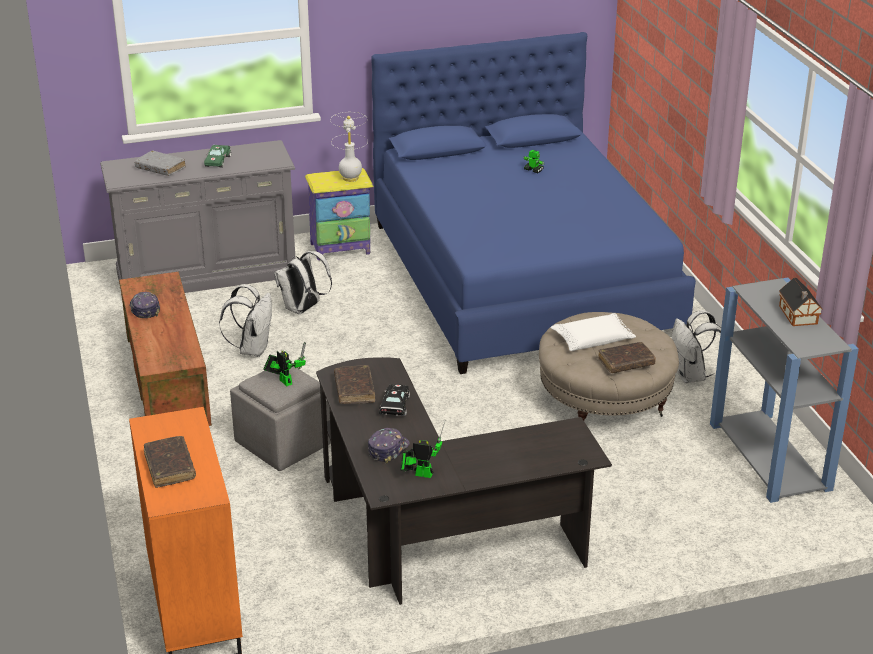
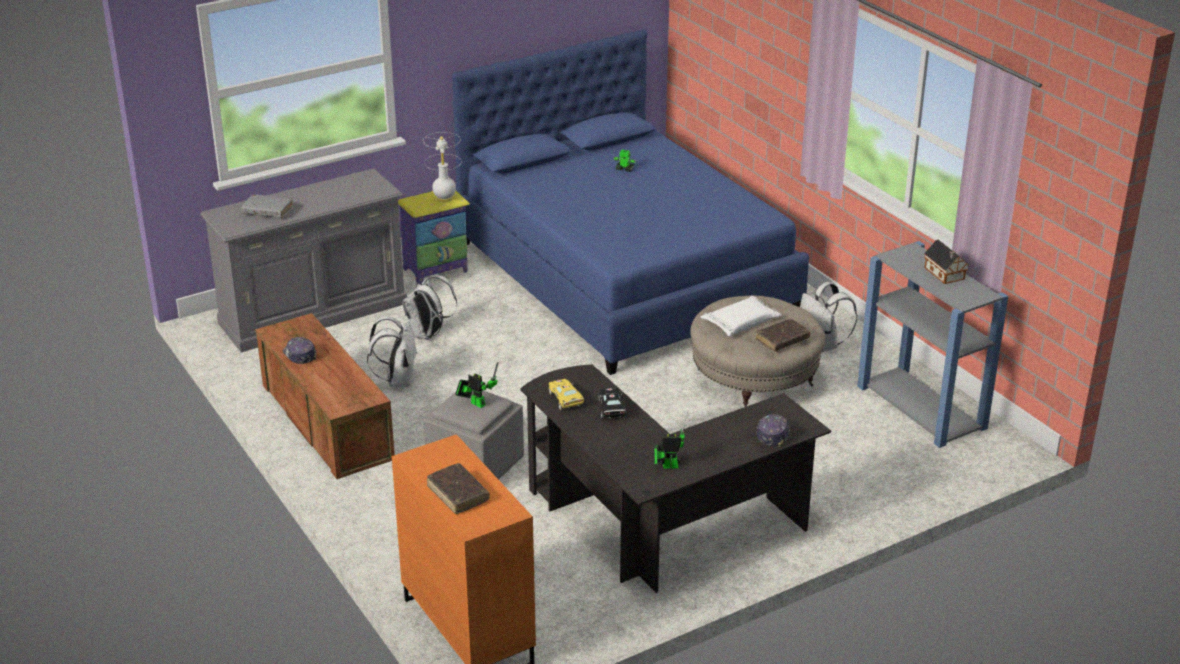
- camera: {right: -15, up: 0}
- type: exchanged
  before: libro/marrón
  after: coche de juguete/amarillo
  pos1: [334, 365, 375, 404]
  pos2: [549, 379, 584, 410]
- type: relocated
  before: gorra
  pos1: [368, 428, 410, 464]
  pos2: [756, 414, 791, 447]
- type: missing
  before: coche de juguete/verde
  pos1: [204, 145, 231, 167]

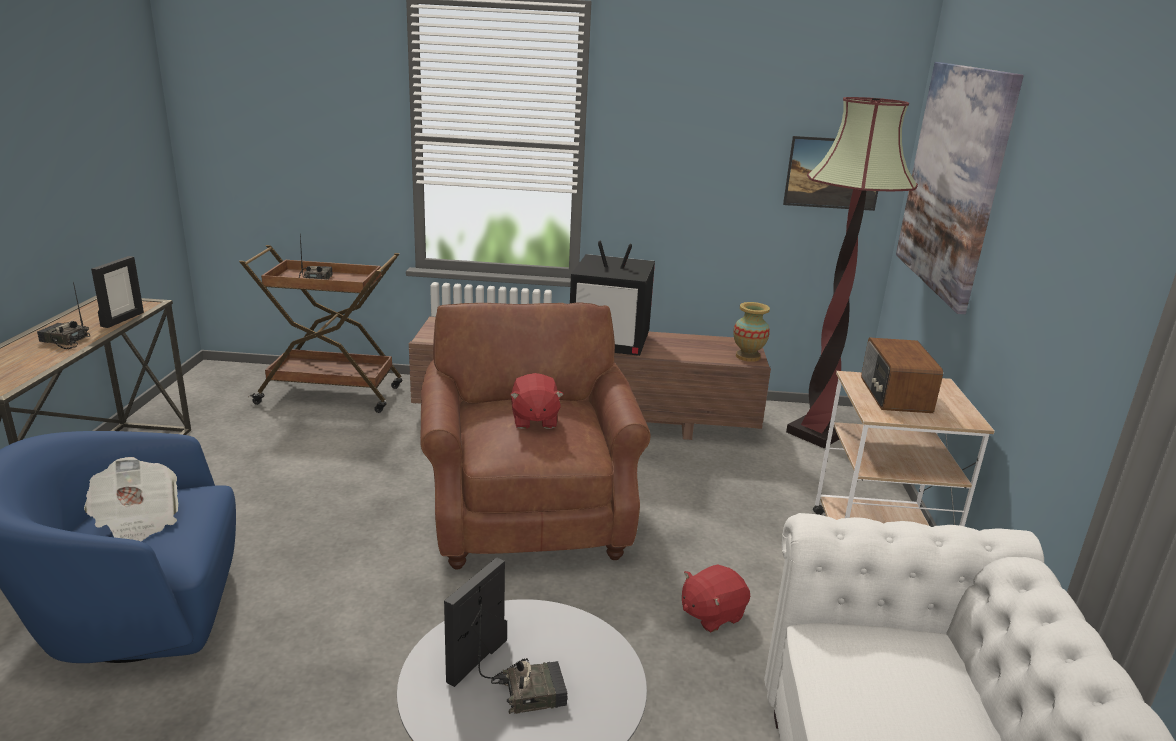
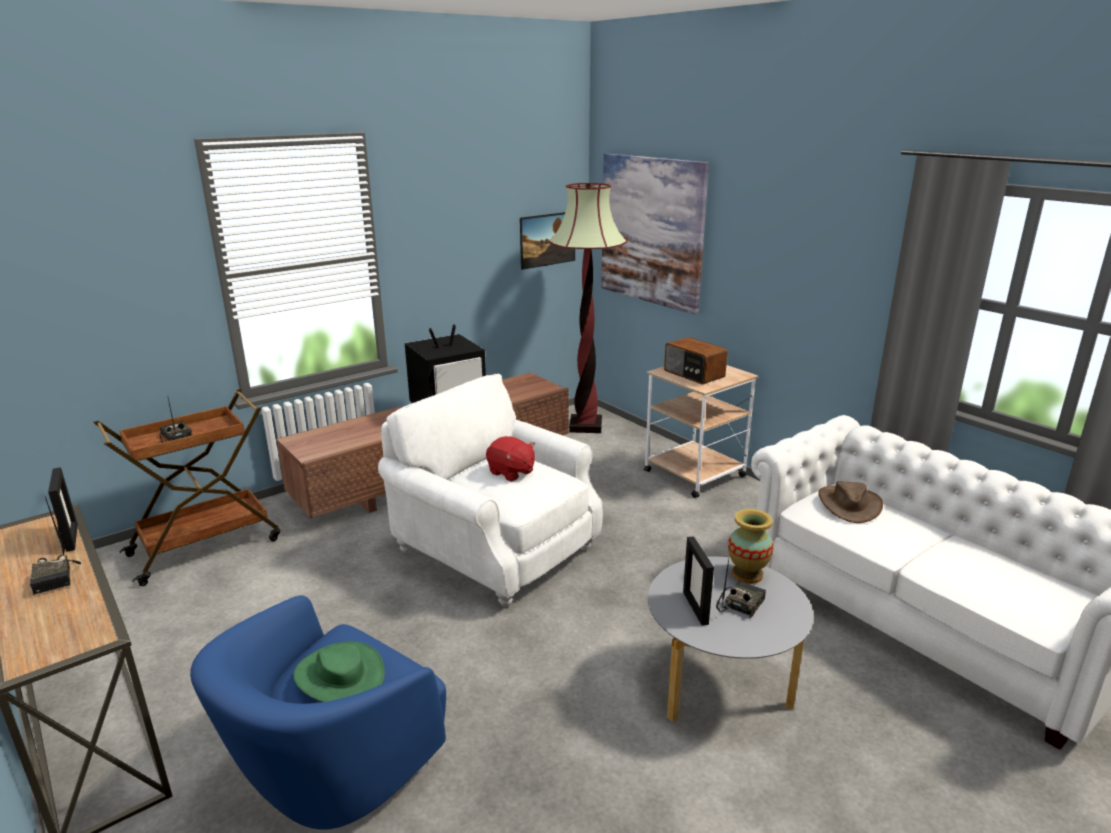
- camera: {right: -40, up: 0}
- type: spun
  before: radio
  pos1: [37, 282, 90, 349]
  pos2: [30, 497, 81, 595]
  turn: -90
- type: exchanged
  before: periódico
  after: sombrero/verde
  pos1: [84, 457, 178, 541]
  pos2: [293, 641, 385, 702]
- type: colour
  before: sillón/marrón
  after: sillón/blanco
  pos1: [420, 302, 650, 570]
  pos2: [378, 374, 603, 607]
- type: relocated
  before: florero
  pos1: [733, 302, 770, 362]
  pos2: [728, 509, 774, 584]
- type: appeared
  after: sombrero/marrón
  pos2: [819, 481, 883, 523]
- type: missing
  before: peluche/rojo
  pos1: [682, 565, 750, 633]

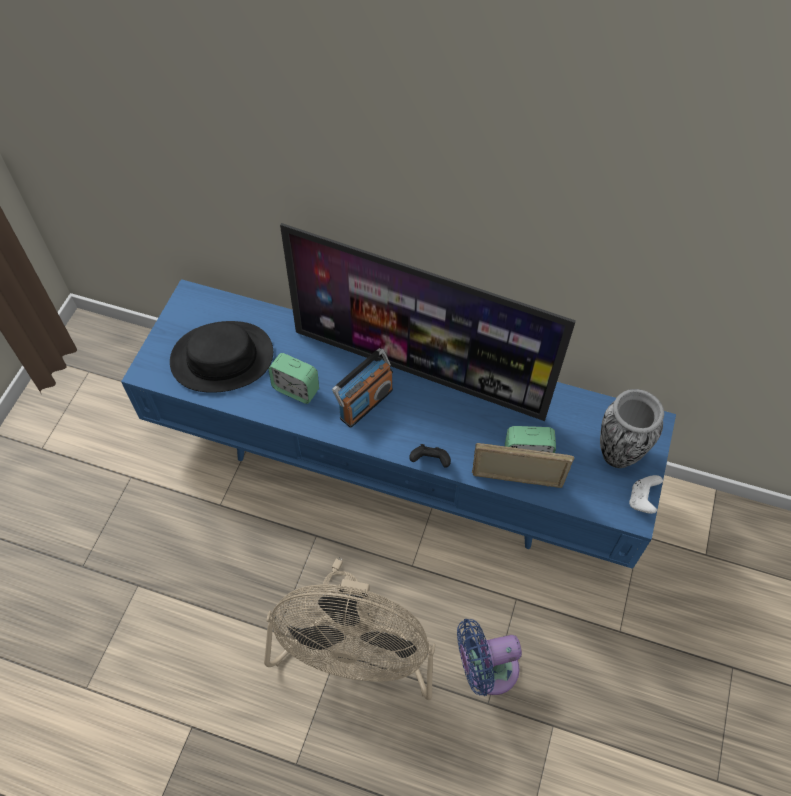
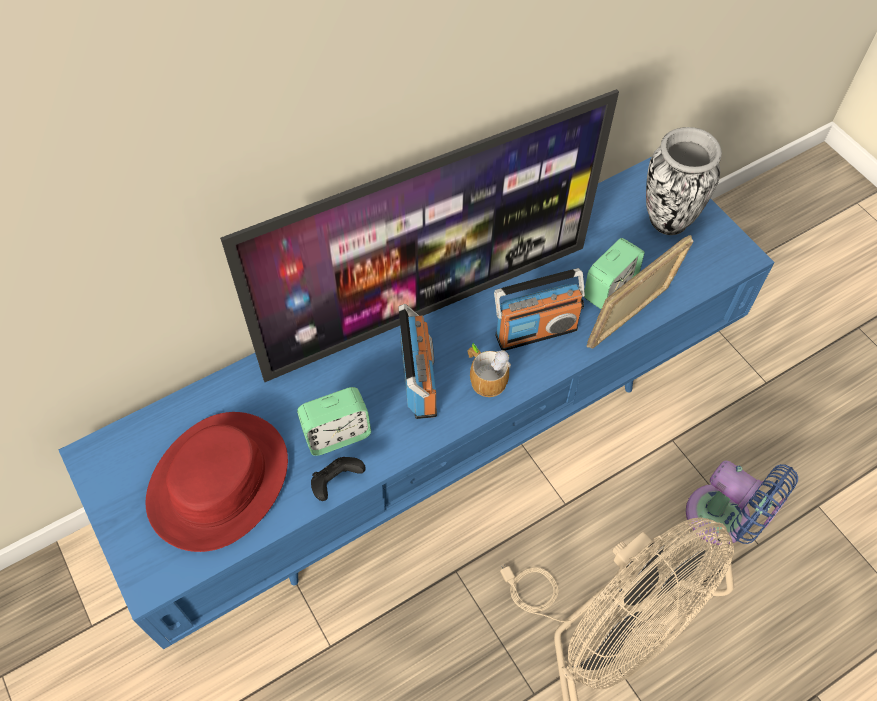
- camera: {right: -50, up: 0}
- type: colour
  before: sombrero/negro
  after: sombrero/rojo
  pos1: [170, 321, 273, 393]
  pos2: [145, 412, 288, 552]
- type: relocated
  before: mando de consola/negro
  pos1: [409, 444, 451, 468]
  pos2: [311, 457, 366, 501]
- type: appeared
  after: taza grande
  pos2: [467, 343, 511, 397]
- type: appeared
  after: radio
  pos2: [494, 268, 585, 351]
- type: spun
  before: ventilador/azul
  pos1: [457, 619, 522, 696]
  pos2: [686, 461, 798, 545]
  turn: -75
- type: missing
  before: mando de consola/blanco
  pos1: [629, 475, 663, 514]

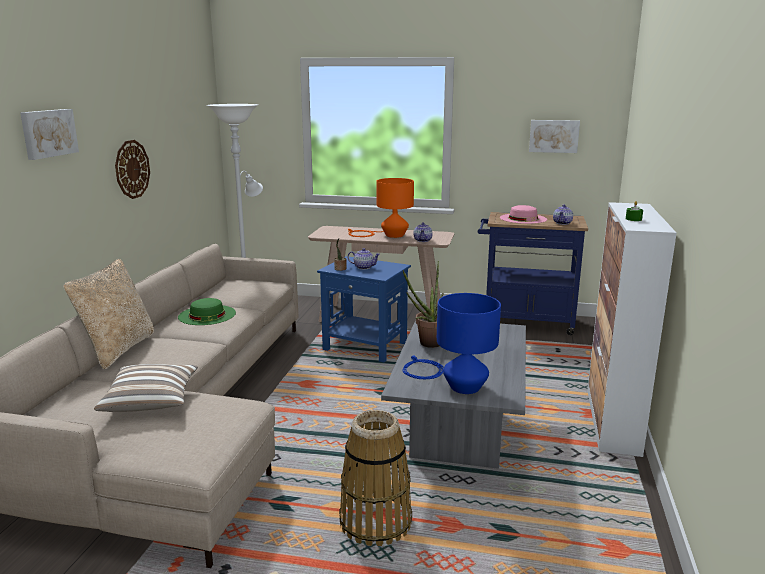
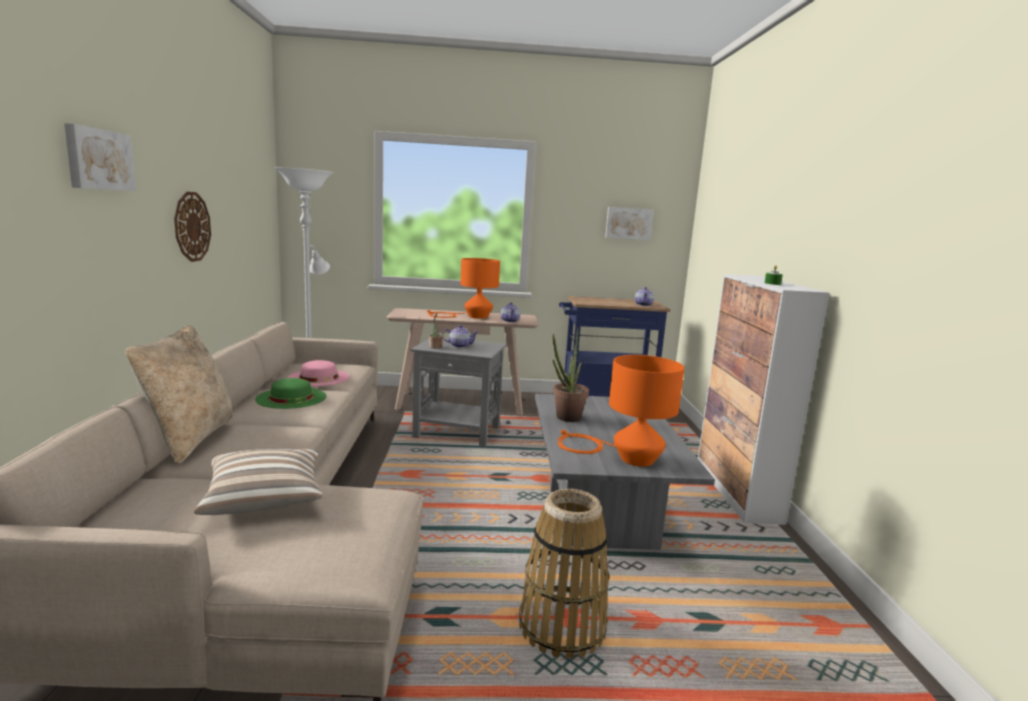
- camera: {right: -15, up: -5}
- type: relocated
  before: sombrero/rosa
  pos1: [500, 205, 547, 224]
  pos2: [287, 360, 350, 386]
- type: colour
  before: mesa auxiliar/azul
  after: mesa auxiliar/gris
  pos1: [317, 256, 411, 362]
  pos2: [411, 337, 507, 447]
- type: colour
  before: lámpara de mesa/azul
  after: lámpara de mesa/naranja
  pos1: [402, 293, 501, 394]
  pos2: [558, 355, 684, 467]

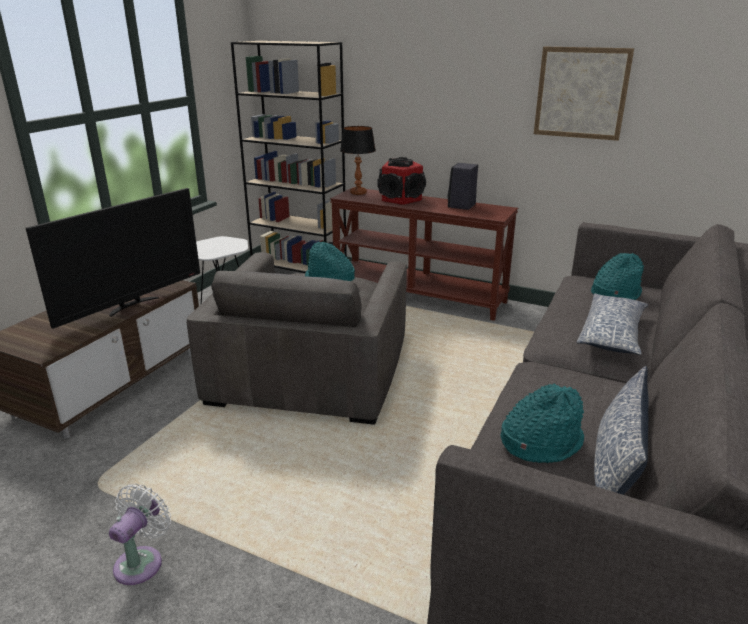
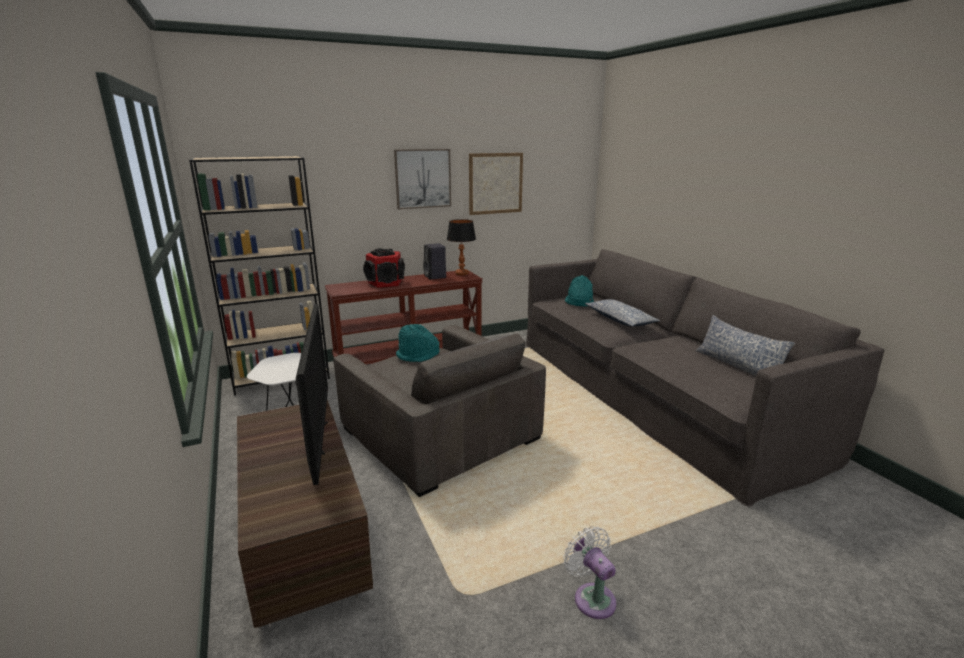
- camera: {right: -50, up: -5}
- type: appeared
  after: cuadro
  pos2: [394, 149, 451, 209]
- type: relocated
  before: lámpara de mesa
  pos1: [340, 126, 376, 195]
  pos2: [447, 219, 476, 275]
- type: missing
  before: sombrero/turquesa
  pos1: [501, 383, 584, 463]

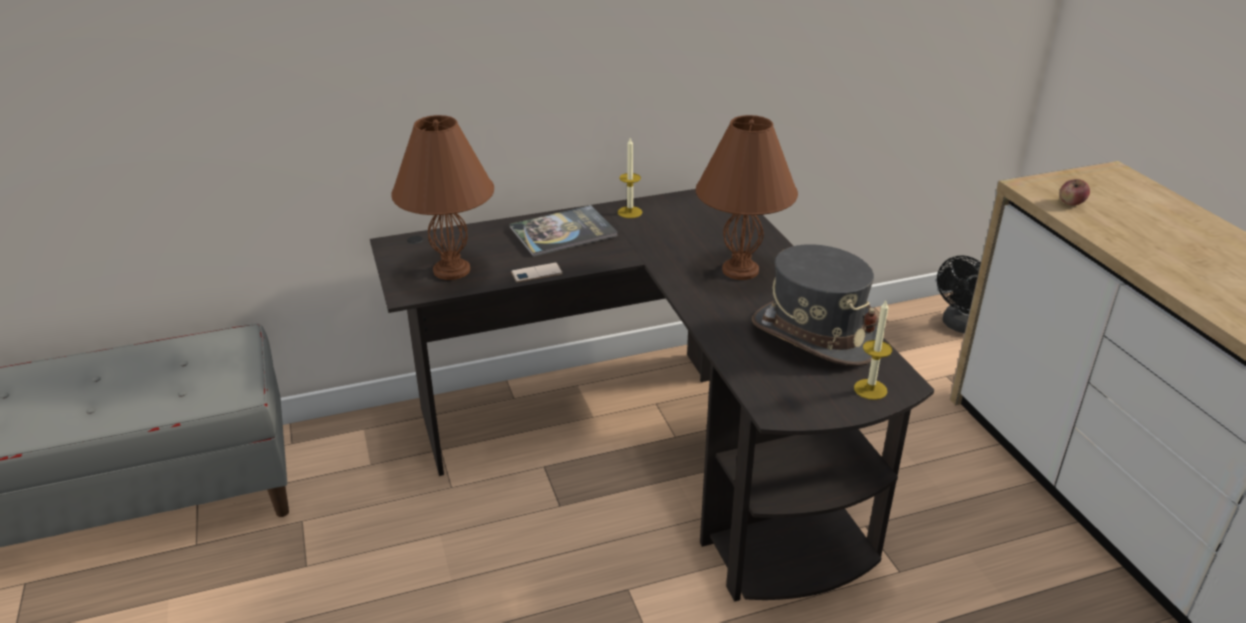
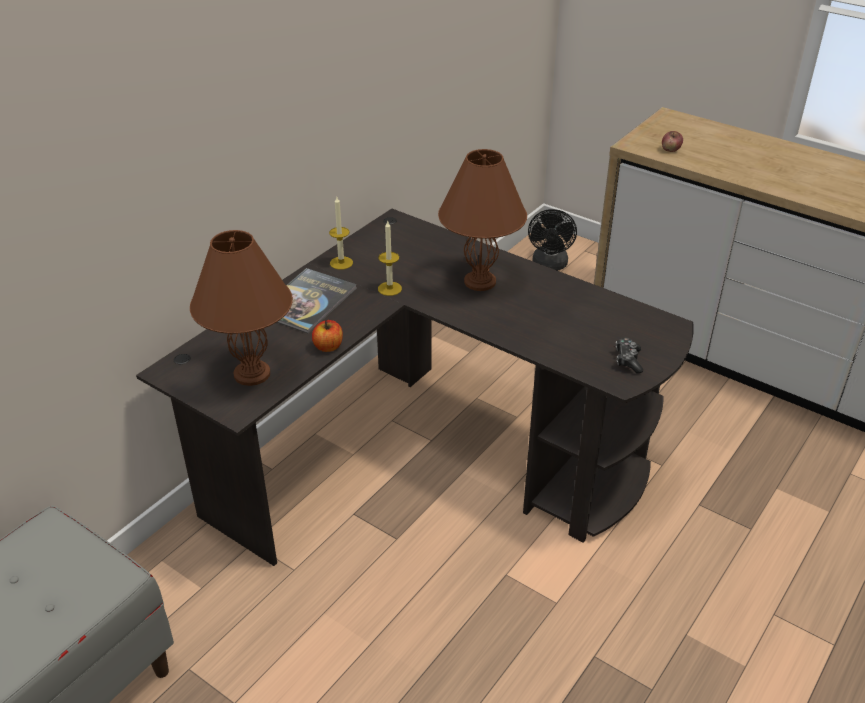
- camera: {right: -35, up: 5}
- type: exchanged
  before: móvil
  after: manzana
  pos1: [511, 263, 563, 283]
  pos2: [312, 320, 343, 352]
- type: relocated
  before: vela
  pos1: [854, 301, 892, 400]
  pos2: [378, 221, 402, 296]
- type: appeared
  after: mando de consola
  pos2: [616, 338, 643, 374]
- type: missing
  before: sombrero/gris
  pos1: [752, 244, 878, 366]

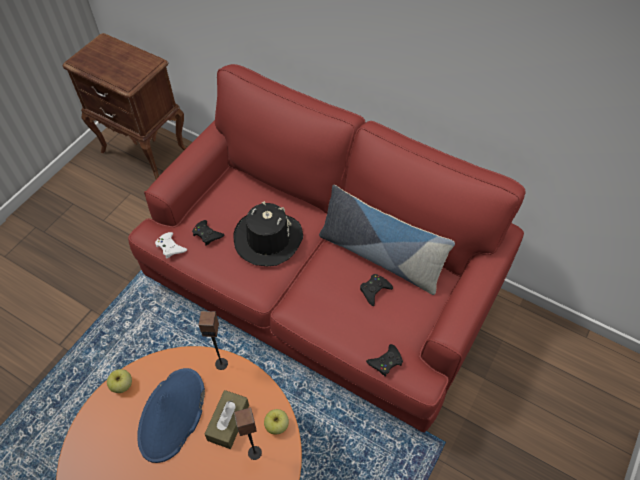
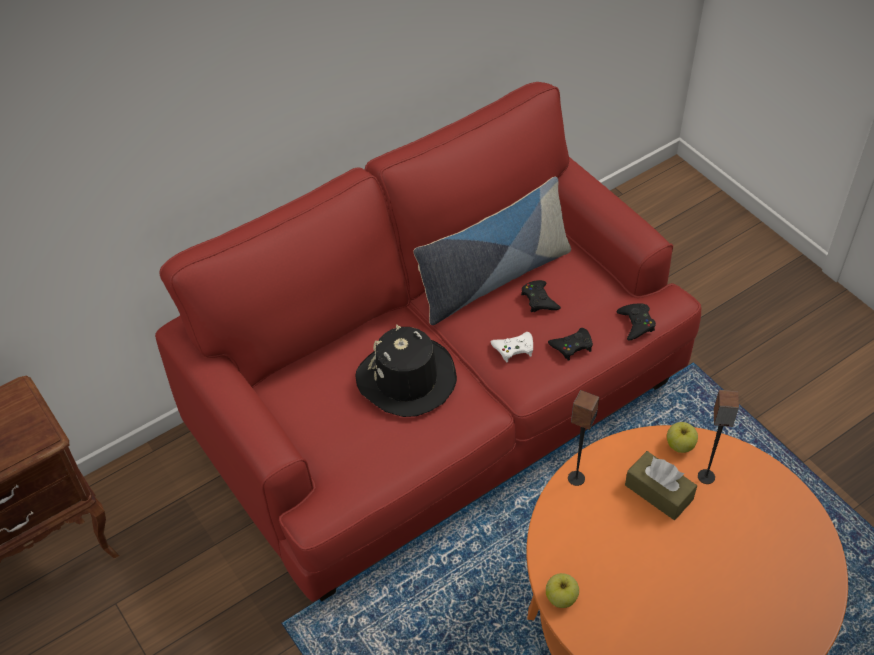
- camera: {right: -65, up: -5}
- type: relocated
  before: mando de consola/blanco
  pos1: [155, 232, 187, 259]
  pos2: [491, 332, 533, 362]
- type: relocated
  before: mando de consola/negro
  pos1: [192, 220, 224, 246]
  pos2: [548, 328, 593, 361]
- type: missing
  before: sombrero/azul
  pos1: [137, 368, 205, 463]

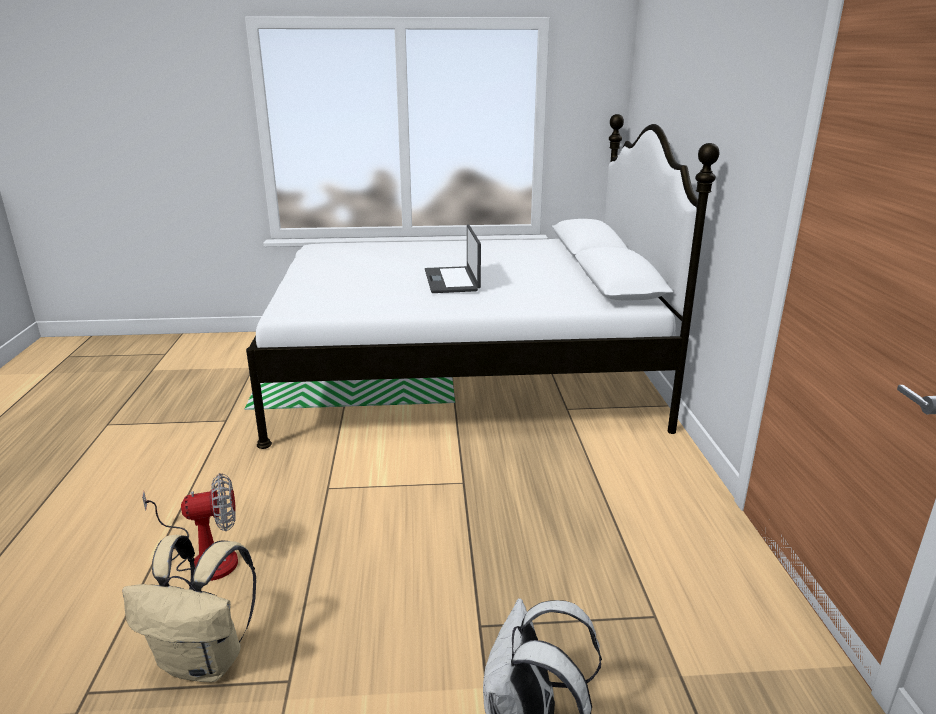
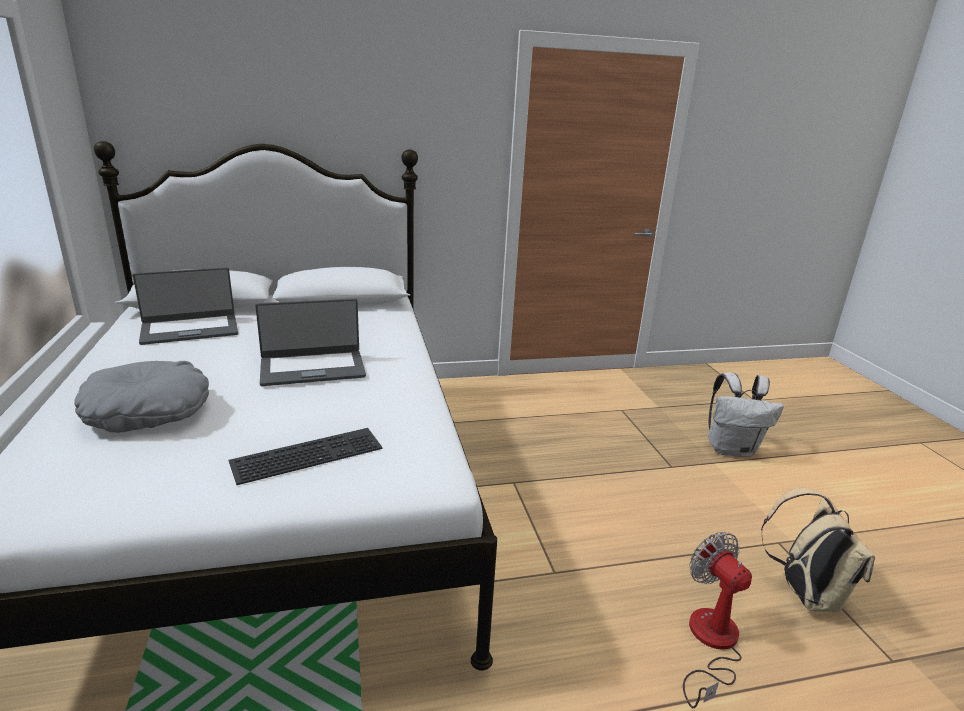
- camera: {right: -100, up: 0}
- type: appeared
  after: cojín/gris
  pos2: [74, 361, 209, 433]
- type: appeared
  after: portátil
  pos2: [133, 267, 238, 345]
- type: appeared
  after: teclado
  pos2: [229, 428, 382, 485]

